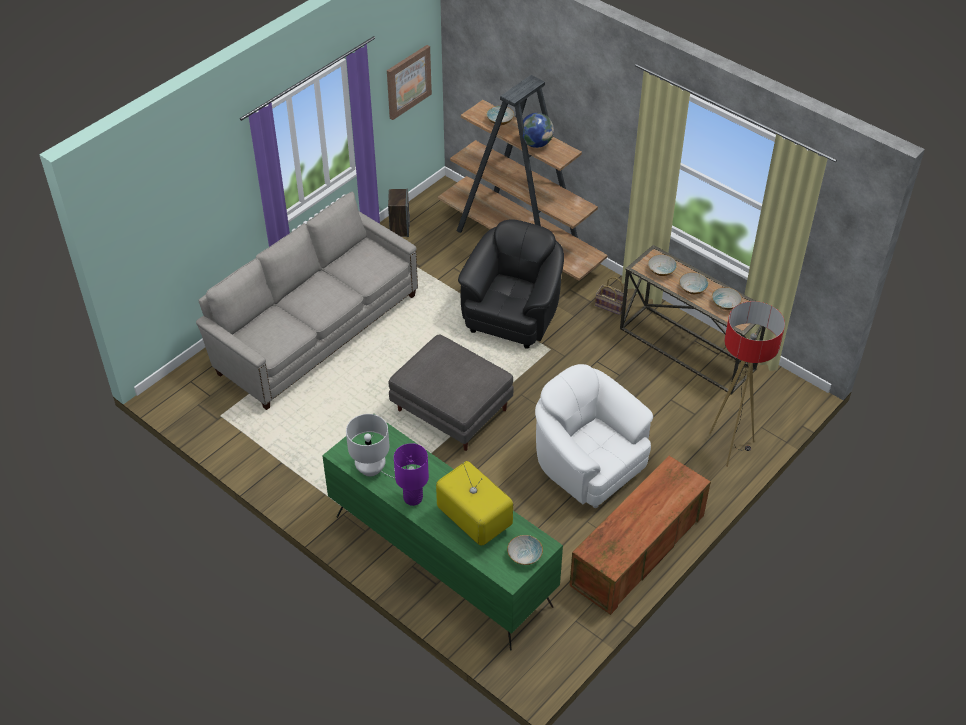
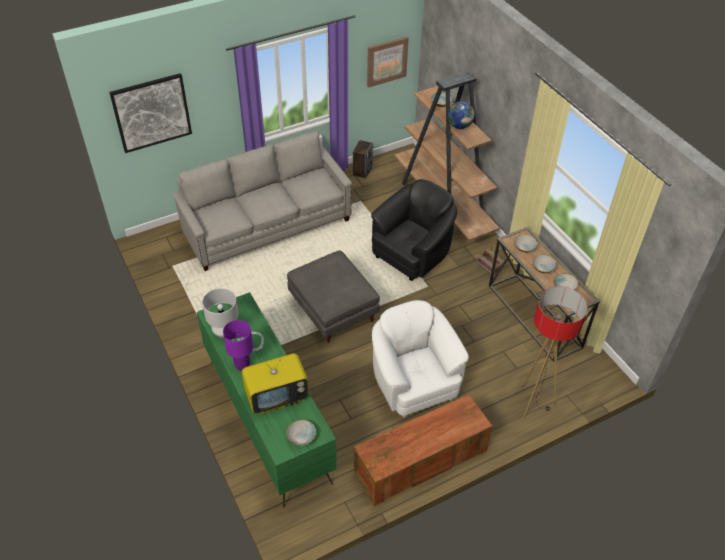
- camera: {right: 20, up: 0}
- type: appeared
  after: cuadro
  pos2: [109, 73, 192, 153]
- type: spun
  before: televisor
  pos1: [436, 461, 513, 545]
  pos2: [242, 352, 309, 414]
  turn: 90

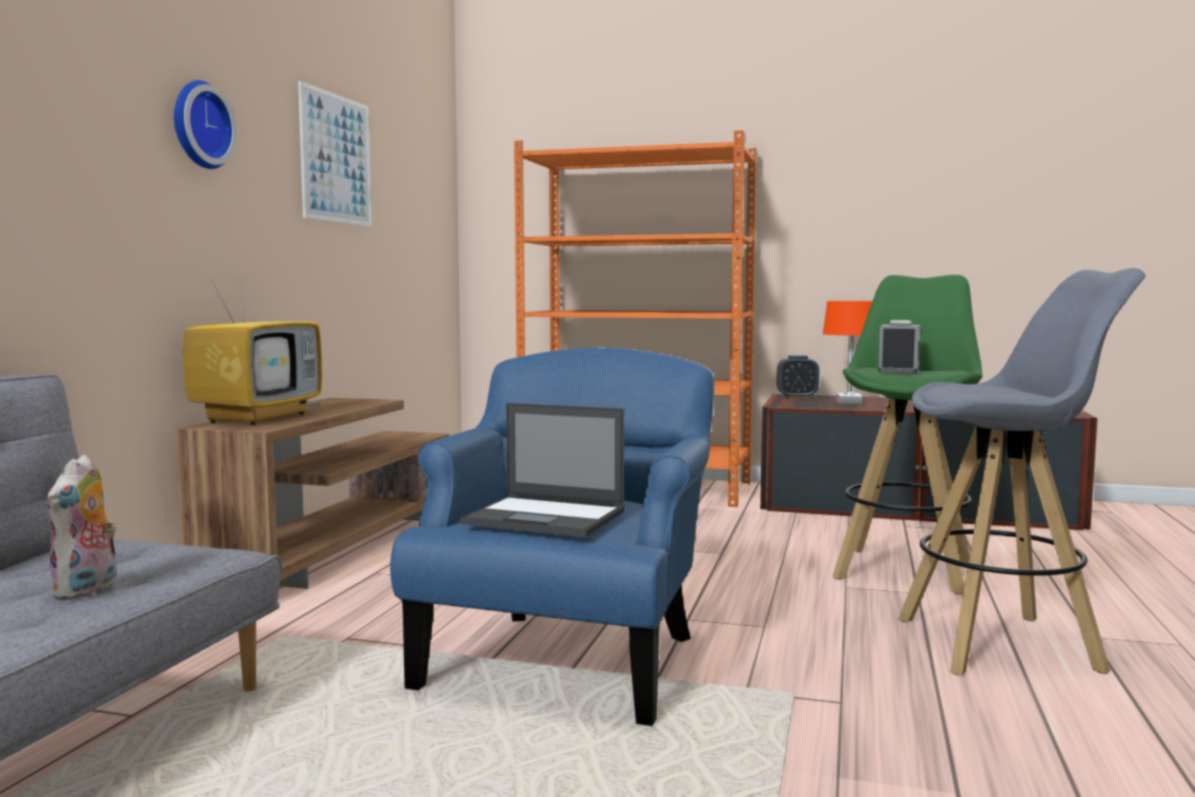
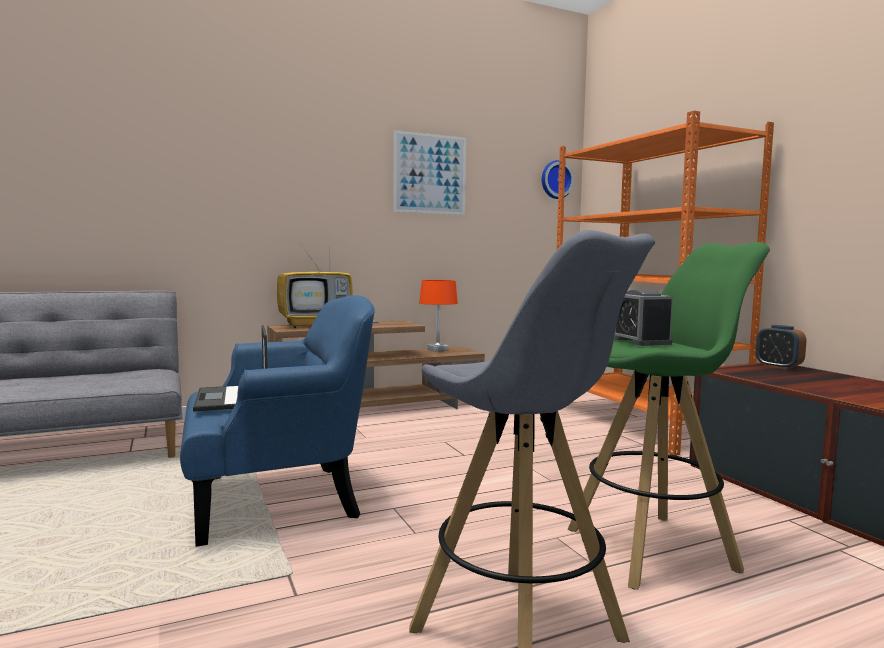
- camera: {right: 50, up: 0}
- type: relocated
  before: lámpara de mesa/naranja
  pos1: [823, 301, 872, 404]
  pos2: [419, 280, 458, 352]
- type: relocated
  before: reloj de pared
  pos1: [174, 80, 237, 169]
  pos2: [542, 160, 574, 199]
- type: spun
  before: despertador
  pos1: [878, 320, 921, 373]
  pos2: [614, 290, 673, 346]
  turn: 90
- type: missing
  before: peluche
  pos1: [47, 454, 117, 600]

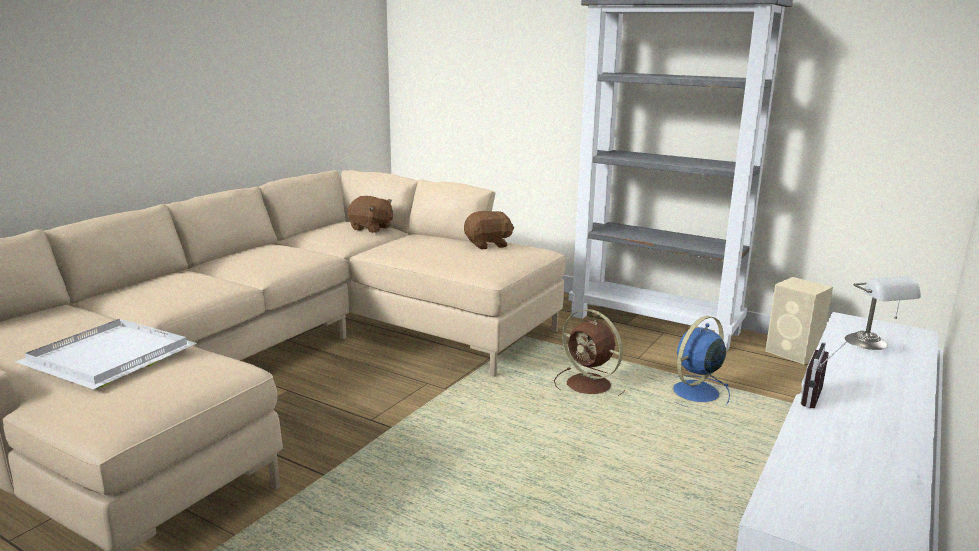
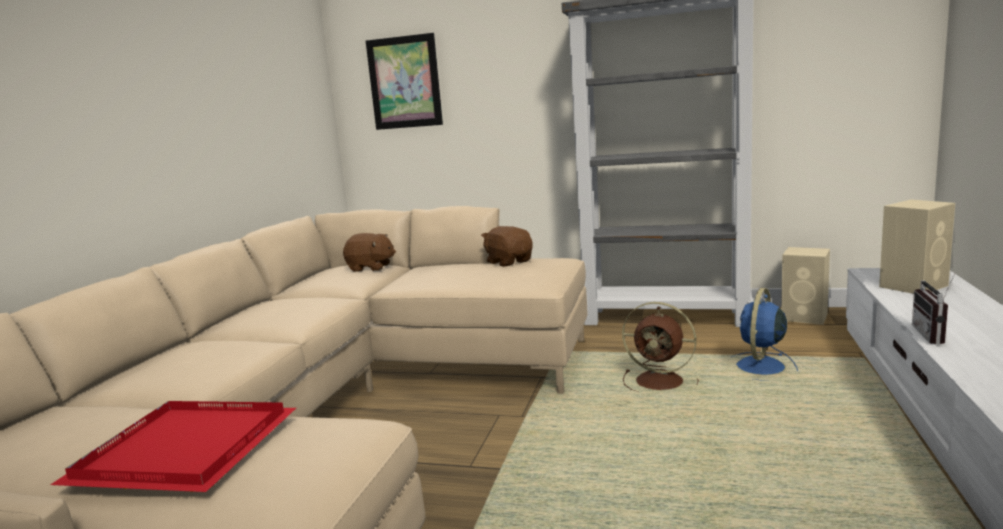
- camera: {right: -15, up: -5}
- type: colour
  before: bandeja/blanco
  after: bandeja/rojo
  pos1: [16, 319, 197, 389]
  pos2: [51, 401, 296, 492]
- type: appeared
  after: cuadro
  pos2: [366, 33, 443, 130]
- type: spun
  before: peluche/marrón
  pos1: [464, 211, 514, 249]
  pos2: [481, 226, 533, 267]
  turn: -90
- type: exchanged
  before: lámpara de mesa/blanco
  after: altavoz/beis
  pos1: [845, 276, 921, 350]
  pos2: [879, 200, 955, 294]

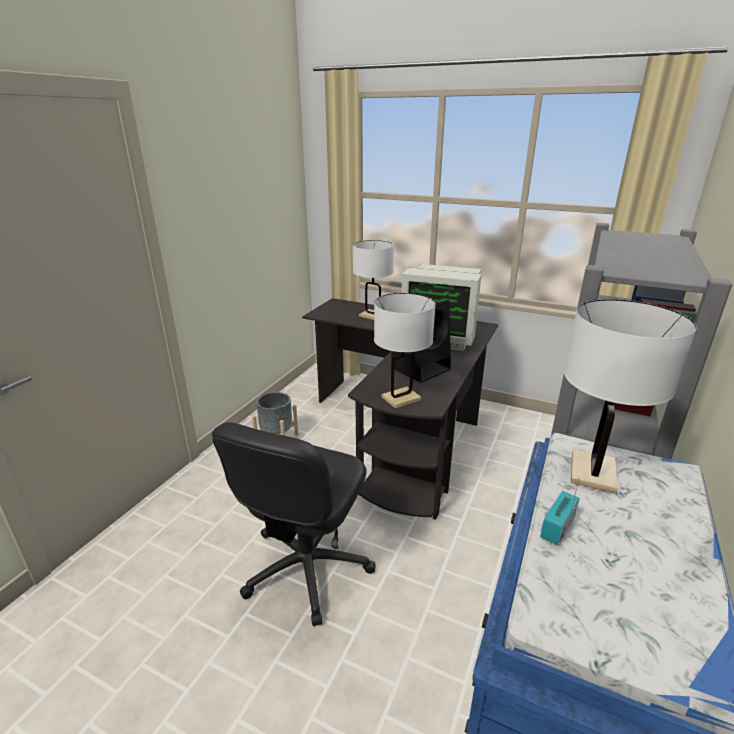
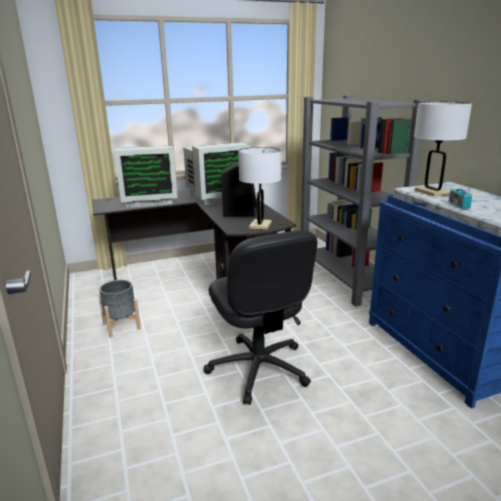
- camera: {right: -45, up: -5}
- type: exchanged
  before: lámpara de mesa/blanco
  after: monitor
  pos1: [353, 240, 394, 320]
  pos2: [114, 145, 178, 208]

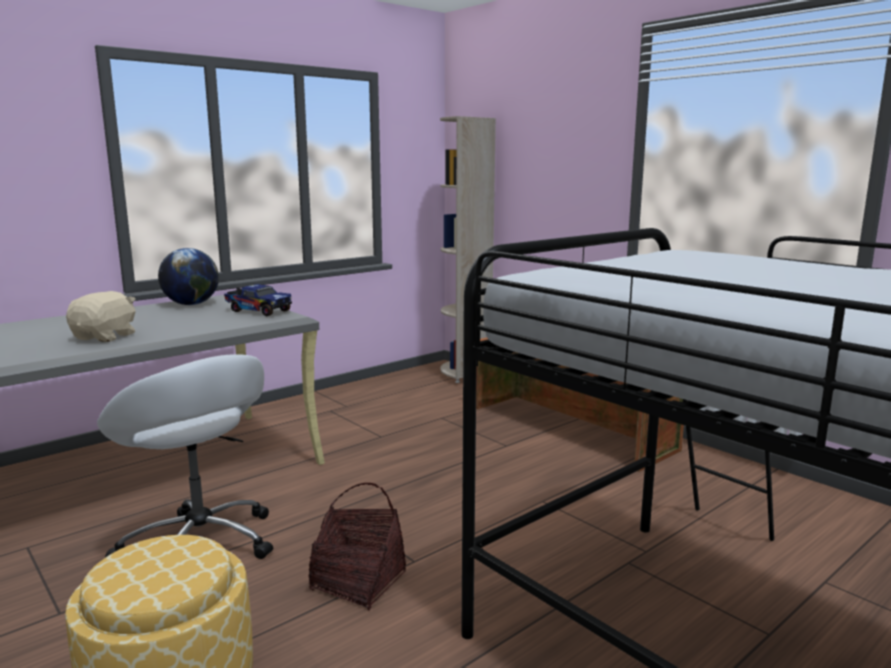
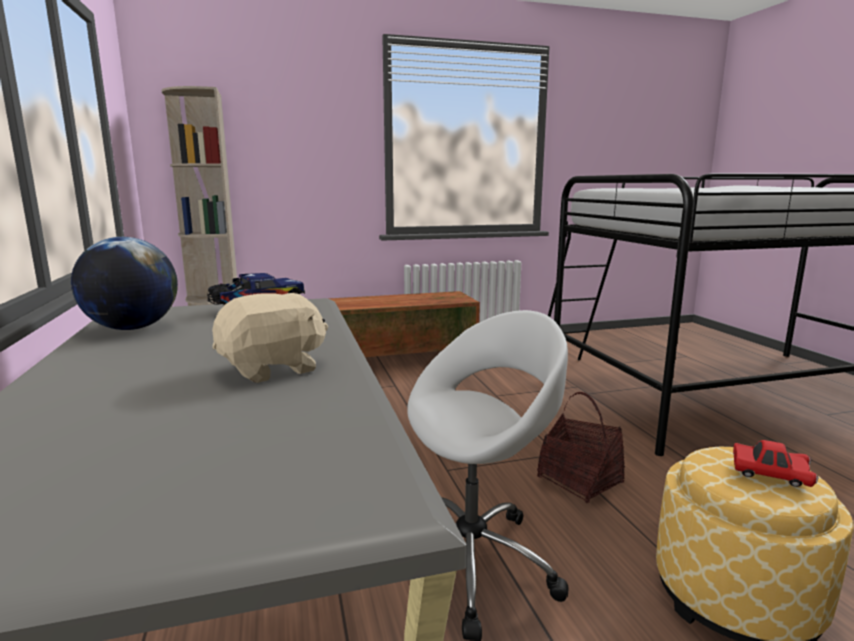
- camera: {right: -65, up: 0}
- type: spun
  before: peluche/beis
  pos1: [66, 291, 136, 342]
  pos2: [212, 293, 328, 383]
  turn: 105
- type: appeared
  after: coche de juguete/rojo
  pos2: [733, 440, 819, 487]

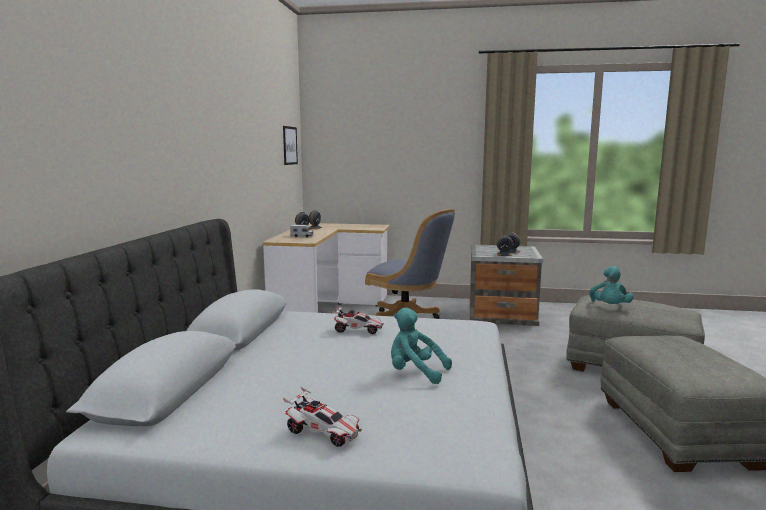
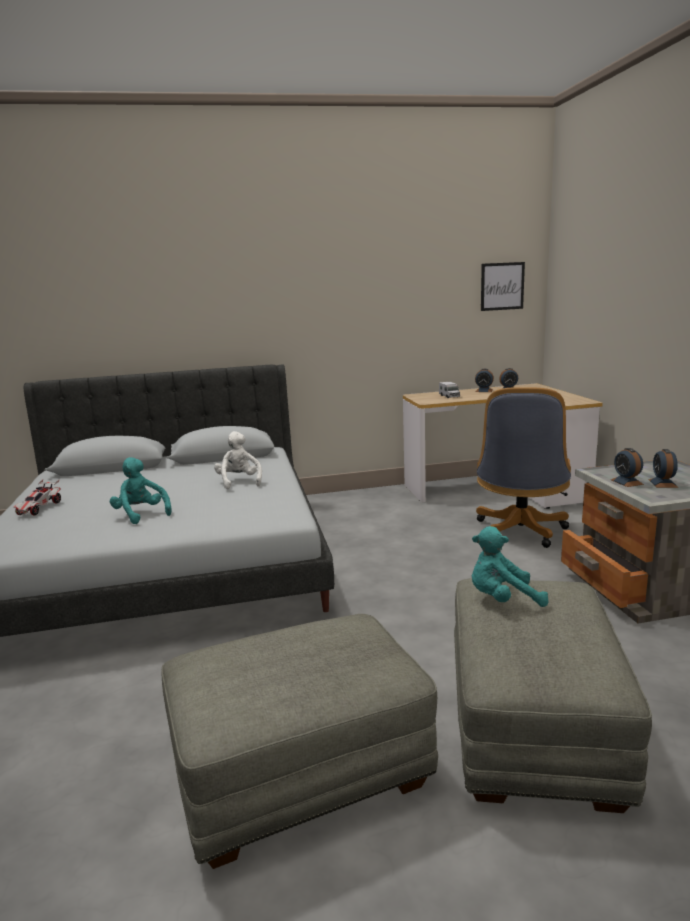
- camera: {right: 70, up: 5}
- type: spun
  before: peluche/turquesa
  pos1: [391, 308, 452, 384]
  pos2: [110, 457, 172, 524]
  turn: -45
- type: exchanged
  before: coche de juguete
  after: peluche/blanco
  pos1: [331, 305, 383, 334]
  pos2: [214, 431, 262, 489]

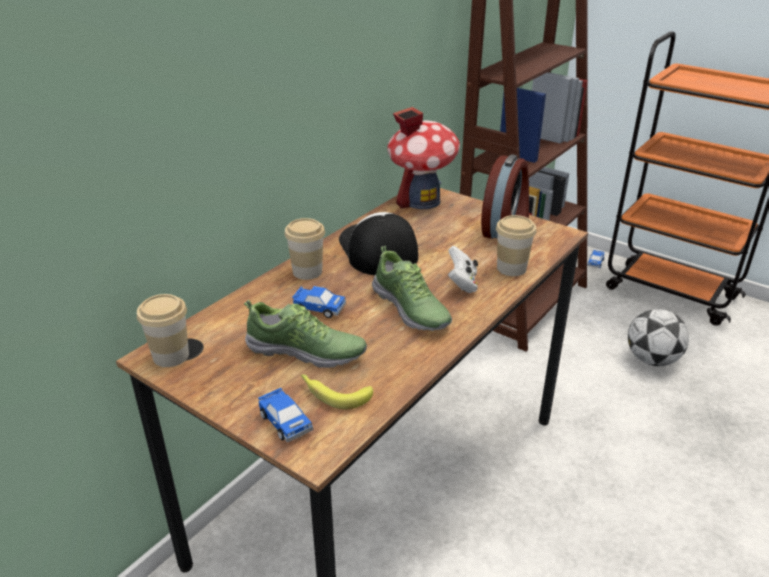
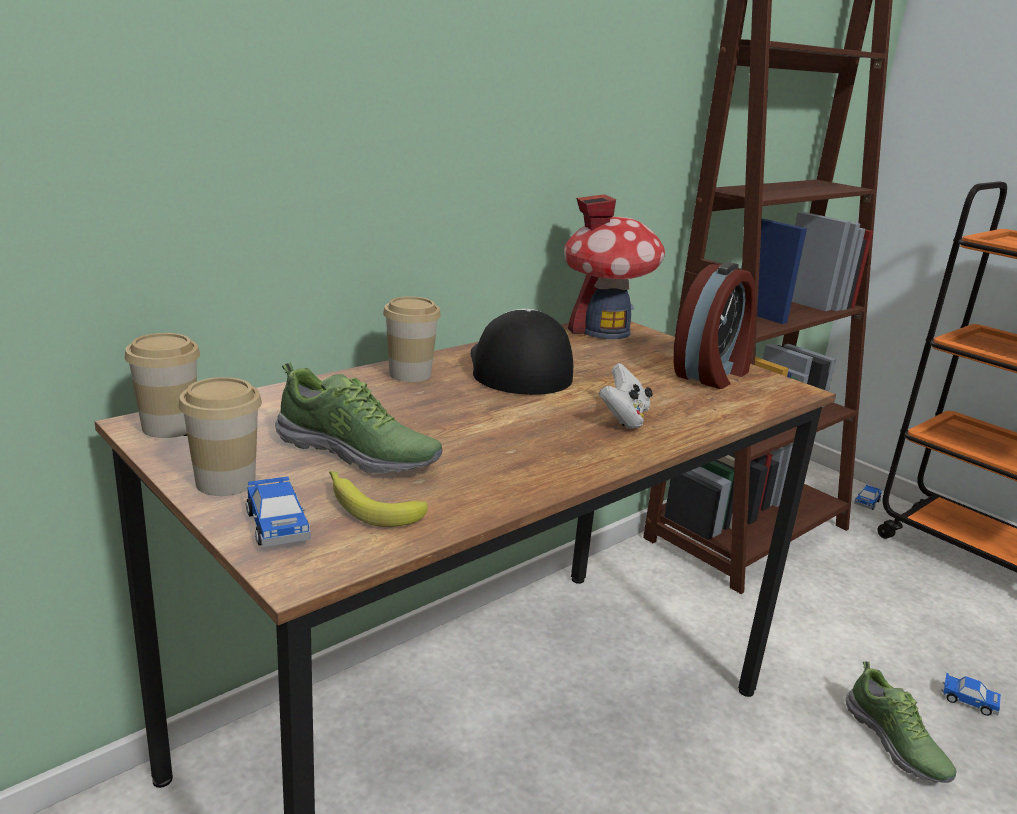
- camera: {right: 10, up: -10}
- type: relocated
  before: taza
  pos1: [496, 215, 537, 276]
  pos2: [179, 377, 262, 496]
- type: relocated
  before: zapato
  pos1: [372, 246, 452, 331]
  pos2: [846, 661, 957, 783]
- type: relocated
  before: coche de juguete
  pos1: [292, 286, 346, 318]
  pos2: [941, 673, 1001, 716]
- type: missing
  before: balón de fútbol
  pos1: [628, 309, 689, 366]

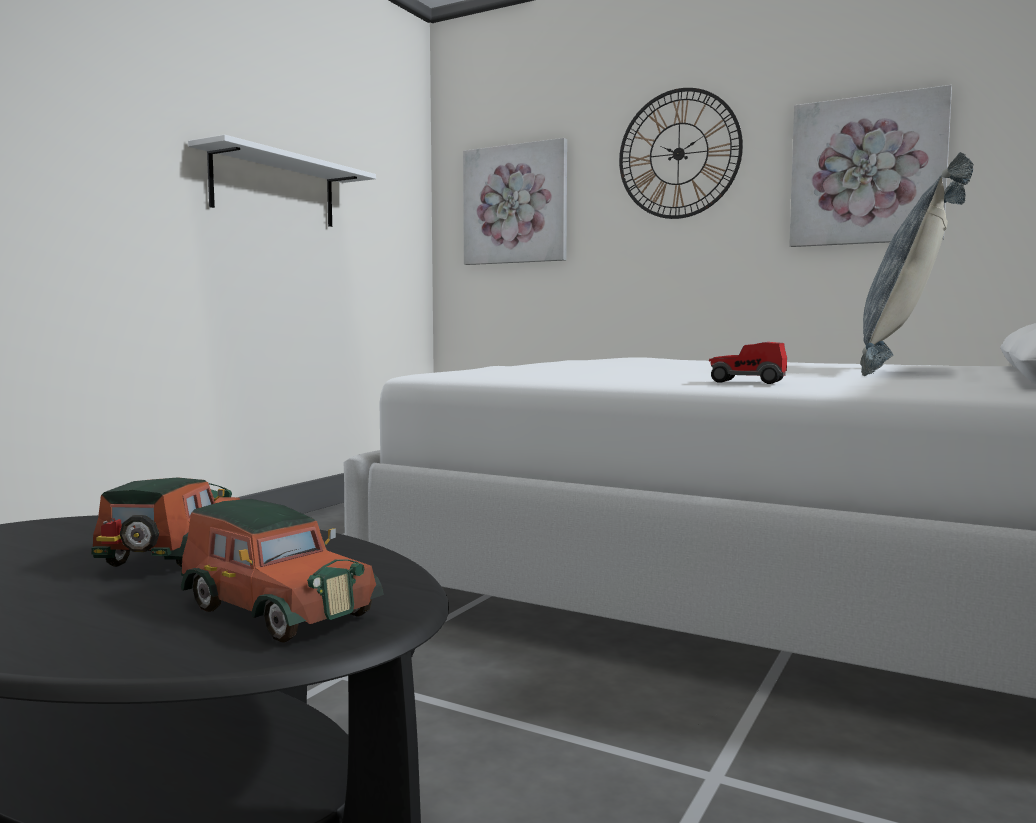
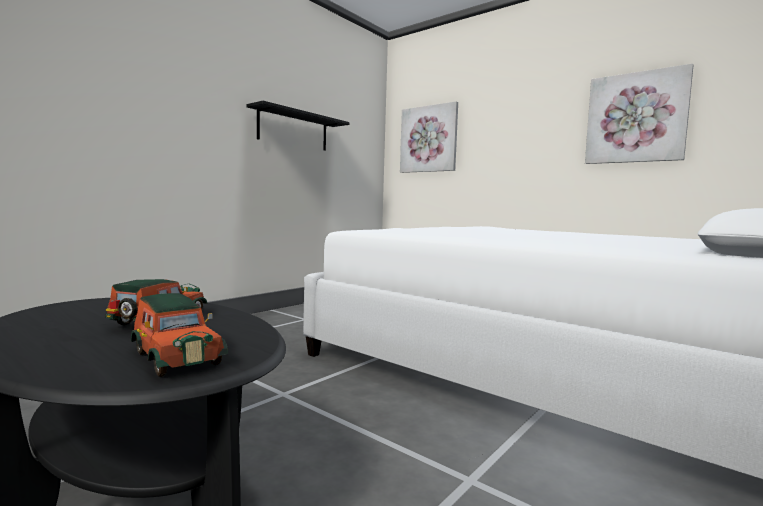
- camera: {right: 10, up: 0}
- type: colour
  before: estante/blanco
  after: estante/negro
  pos1: [188, 135, 376, 227]
  pos2: [246, 101, 349, 151]
- type: missing
  before: reloj de pared
  pos1: [619, 88, 743, 219]
- type: missing
  before: coche de juguete
  pos1: [709, 342, 787, 384]
- type: missing
  before: cojín
  pos1: [860, 152, 973, 376]

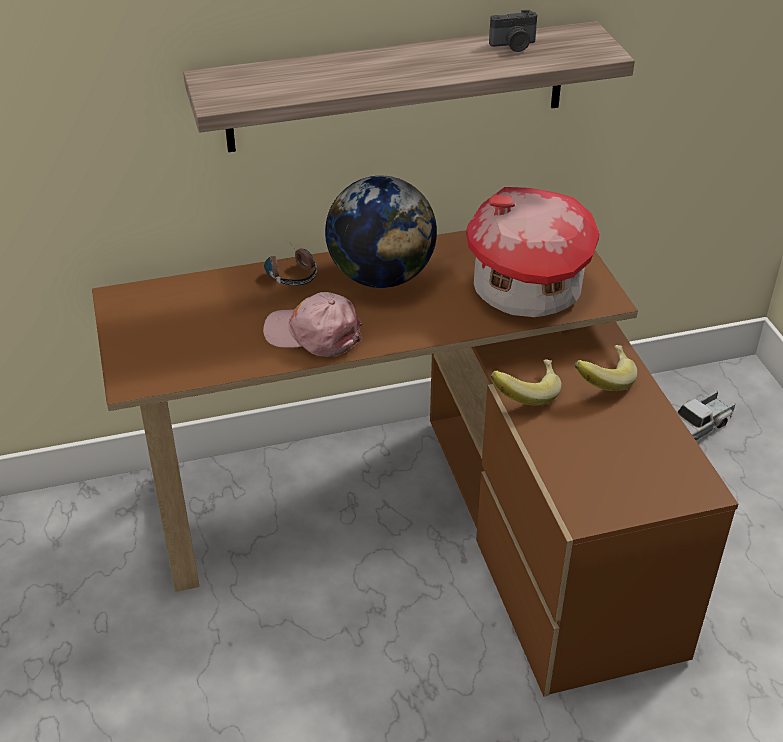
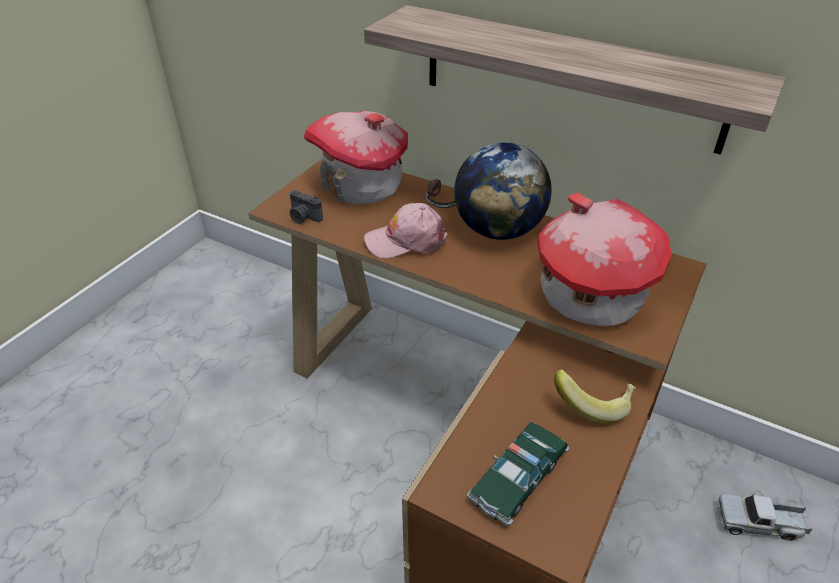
- camera: {right: 45, up: 0}
- type: relocated
  before: cámara
  pos1: [489, 10, 537, 52]
  pos2: [290, 190, 323, 224]
- type: appeared
  after: casita
  pos2: [304, 111, 408, 205]
- type: spun
  before: gorra/rosa
  pos1: [263, 292, 363, 357]
  pos2: [364, 203, 448, 258]
  turn: -75
- type: appeared
  after: coche de juguete
  pos2: [467, 421, 569, 526]
- type: missing
  before: plátano
  pos1: [491, 359, 562, 406]

